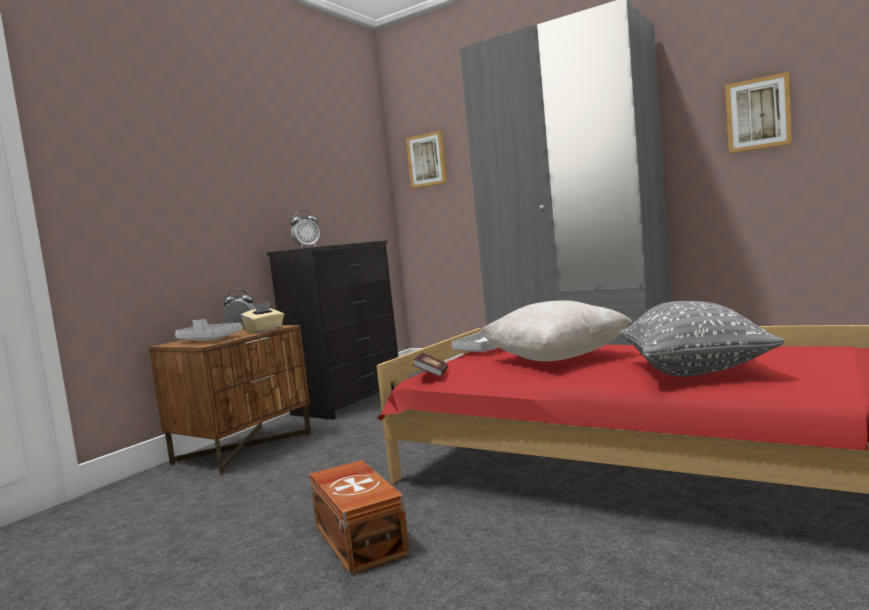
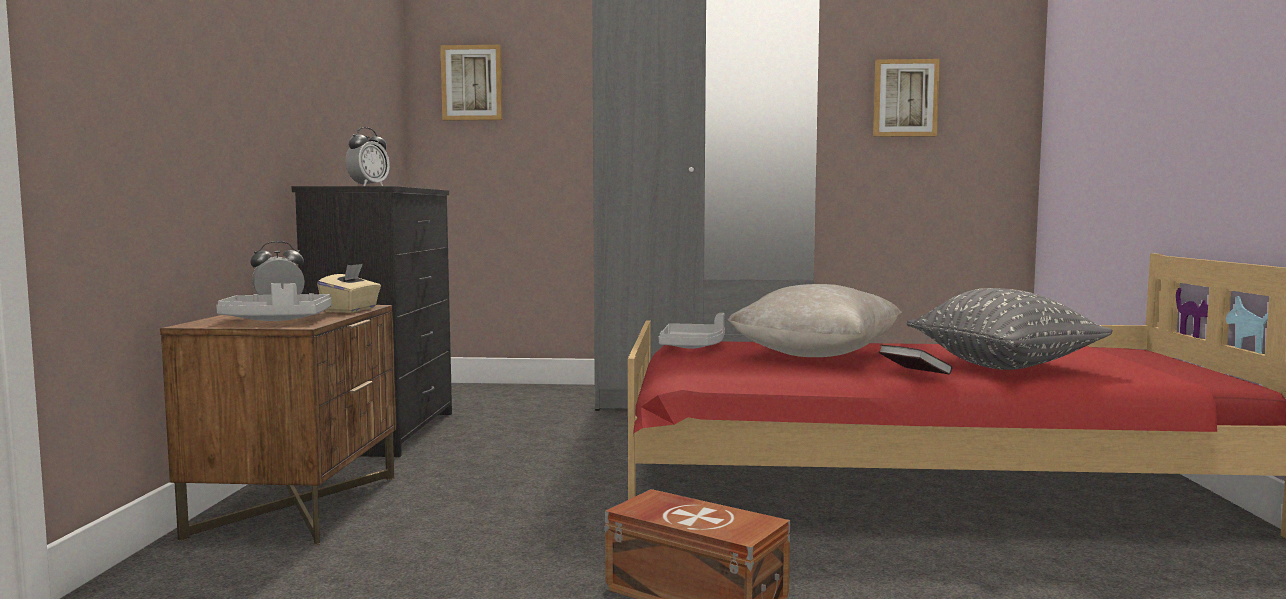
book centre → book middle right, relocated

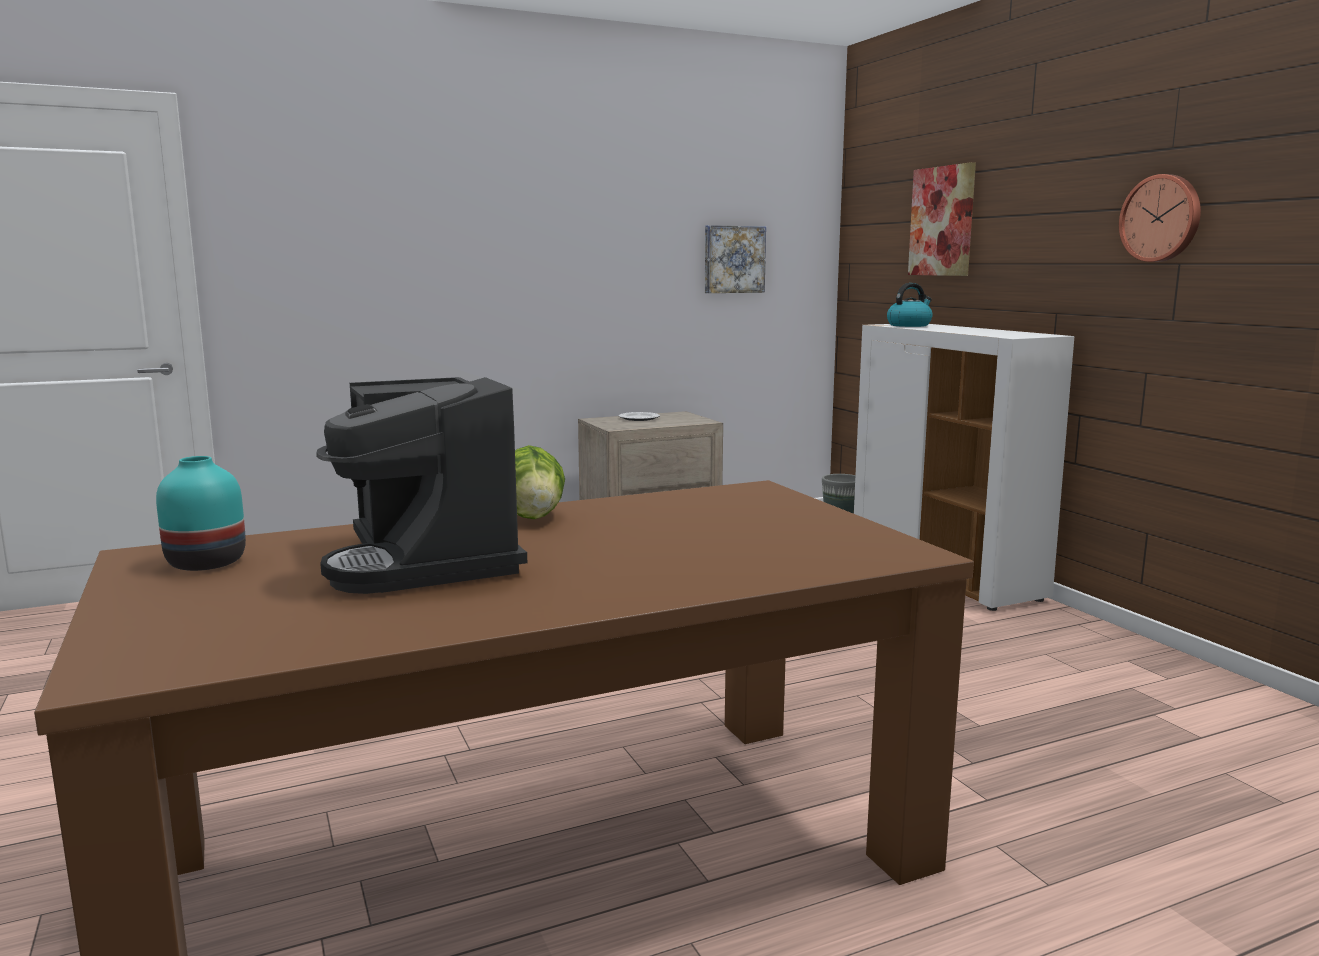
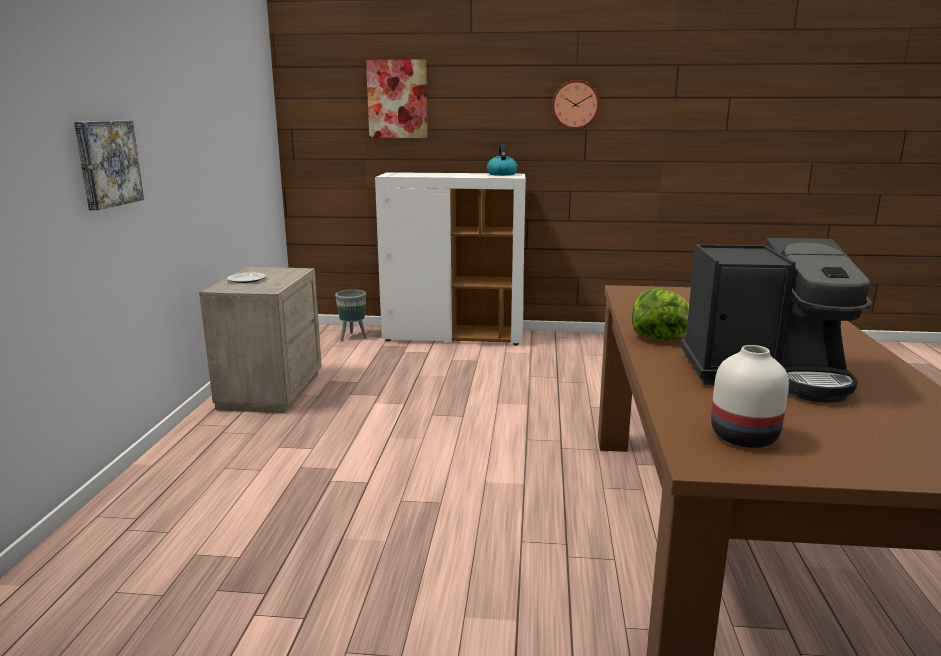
picture (no. 1 from left) top centre → picture (no. 1 from left) top left, relocated
kettle top right → kettle top centre, relocated
turquoise vase middle left → white vase middle right

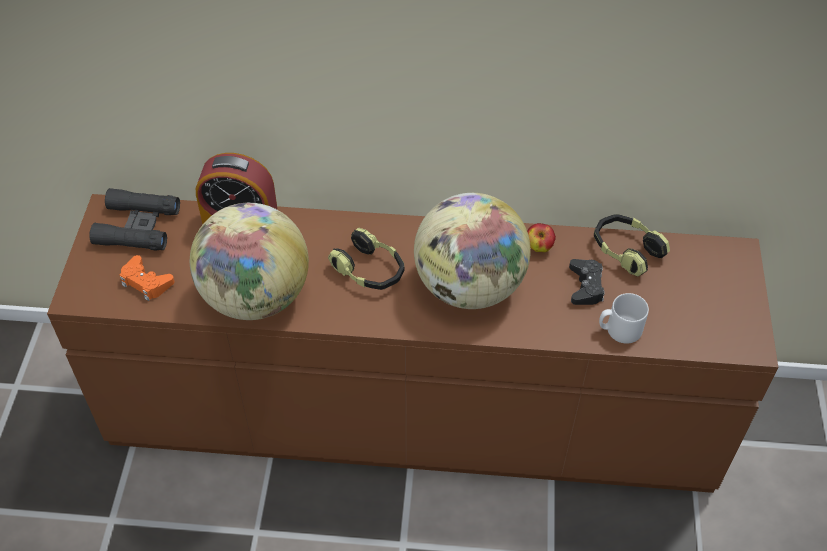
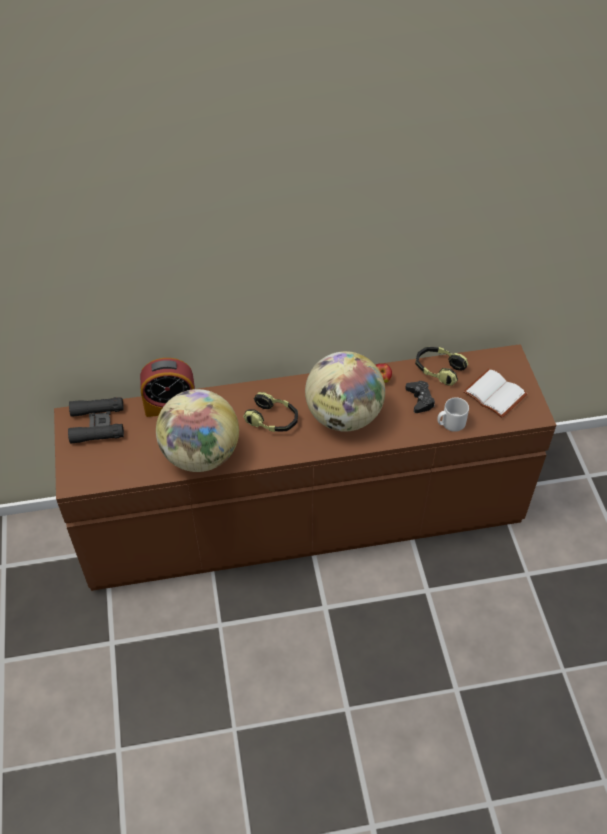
orange game controller middle left → -
- → white book middle right

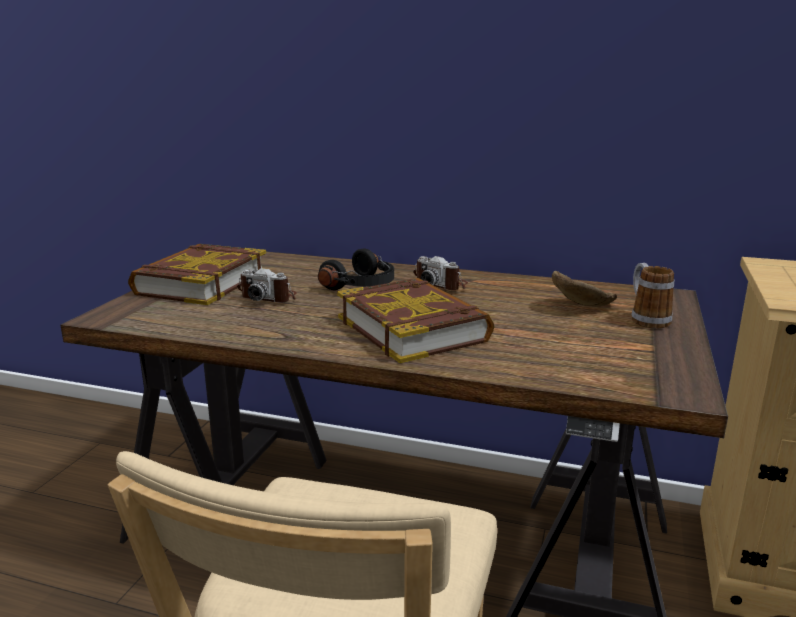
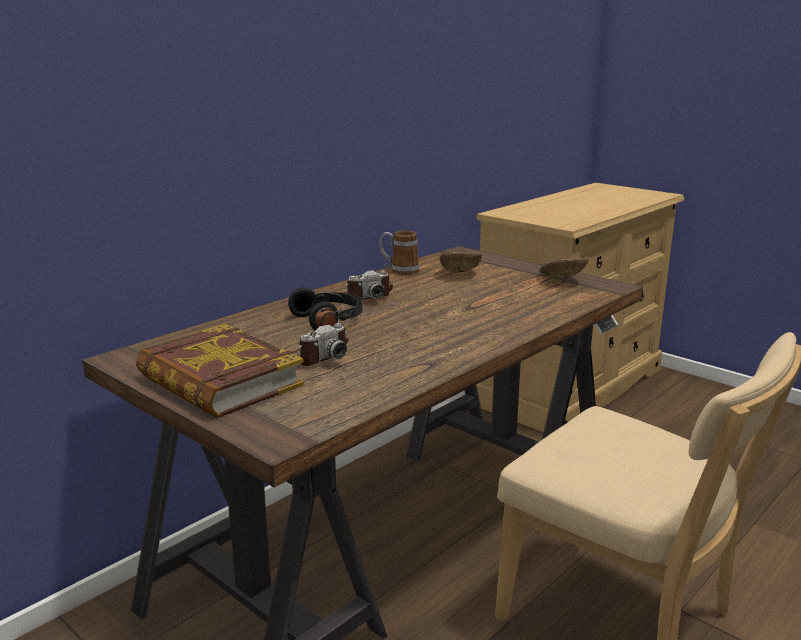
book (no. 2 from left) centre → -
- → brown bowl (no. 2 from left) middle right
mug middle right → mug centre, relocated

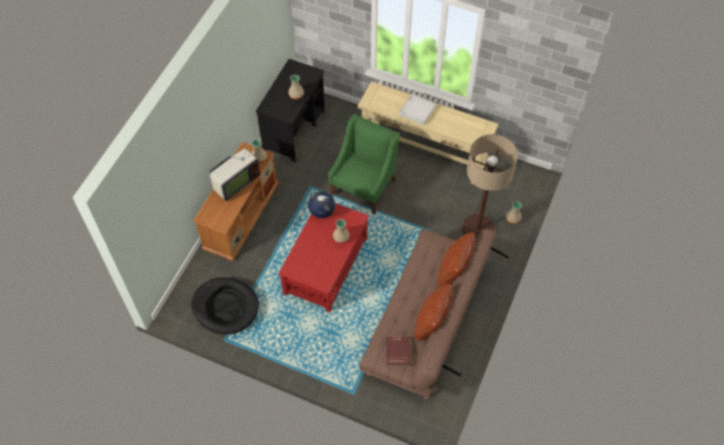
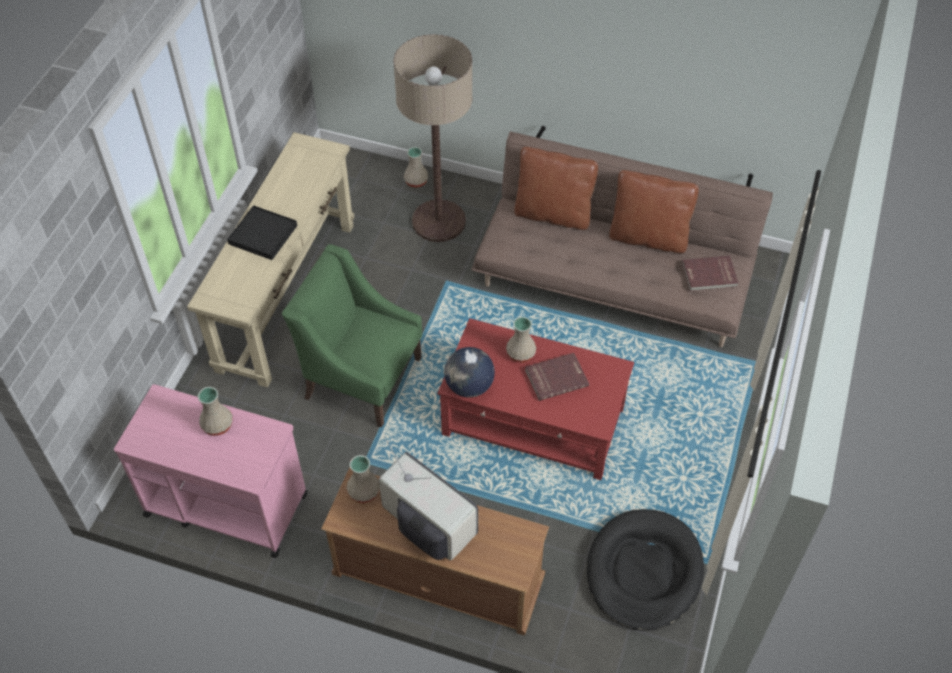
- → red book (no. 1 from left) centre
black cart top centre → pink cart bottom left
white tray top centre → black tray middle left

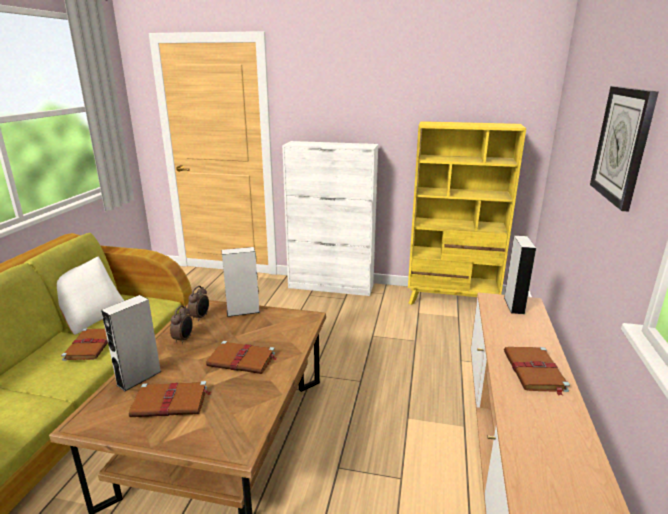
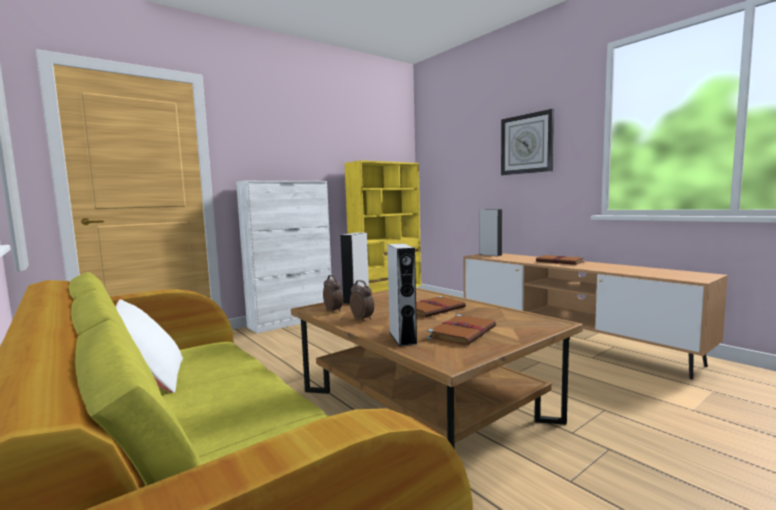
brown book (no. 1 from left) bottom left → -

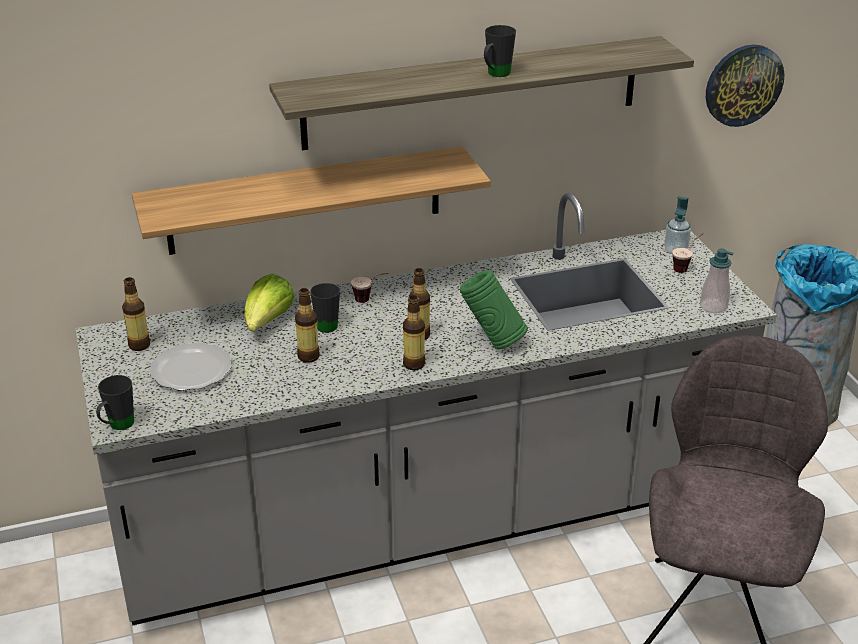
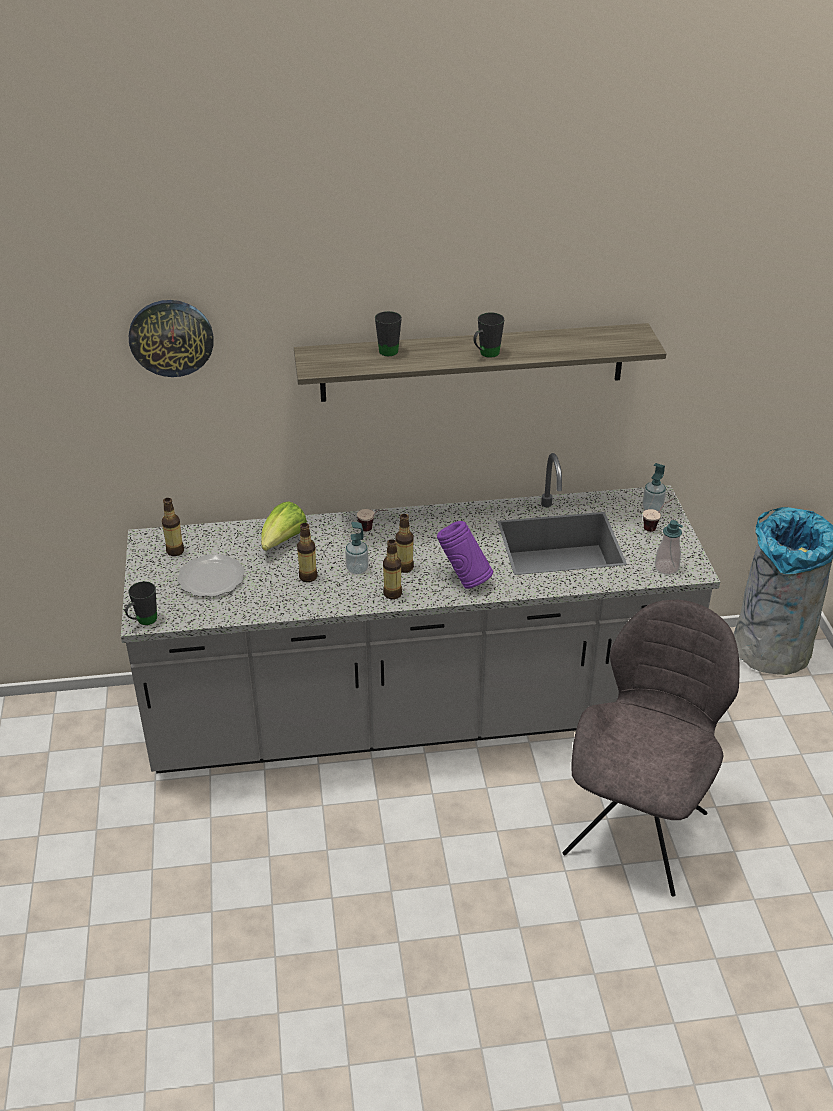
shelf (no. 1 from left) top centre → -
- → soap dispenser (no. 1 from left) centre
black mug (no. 2 from left) centre → black mug (no. 2 from left) top centre, relocated
wall clock top right → wall clock top left, relocated
green vase centre → purple vase centre

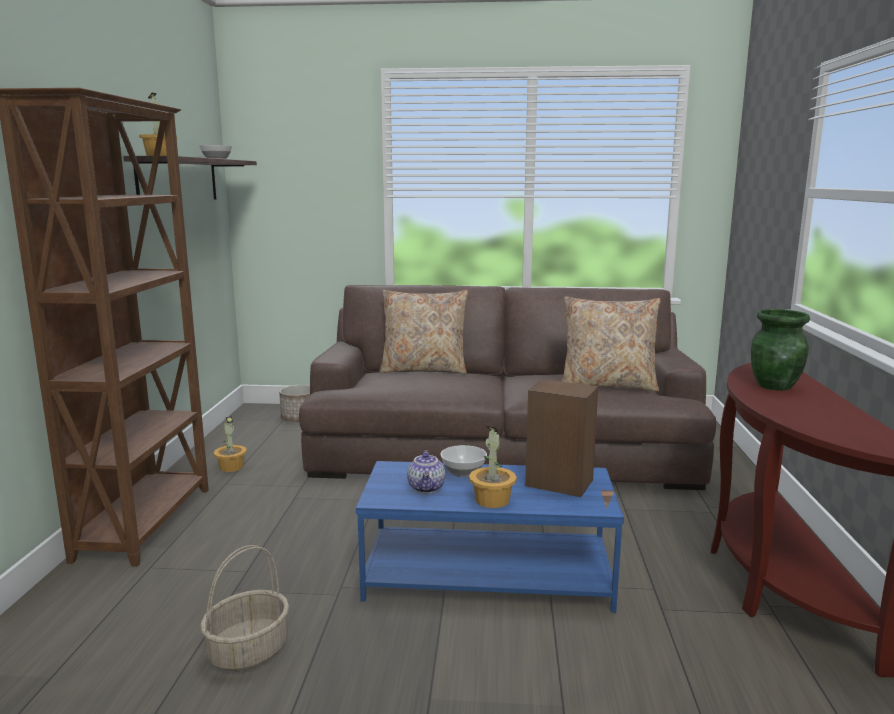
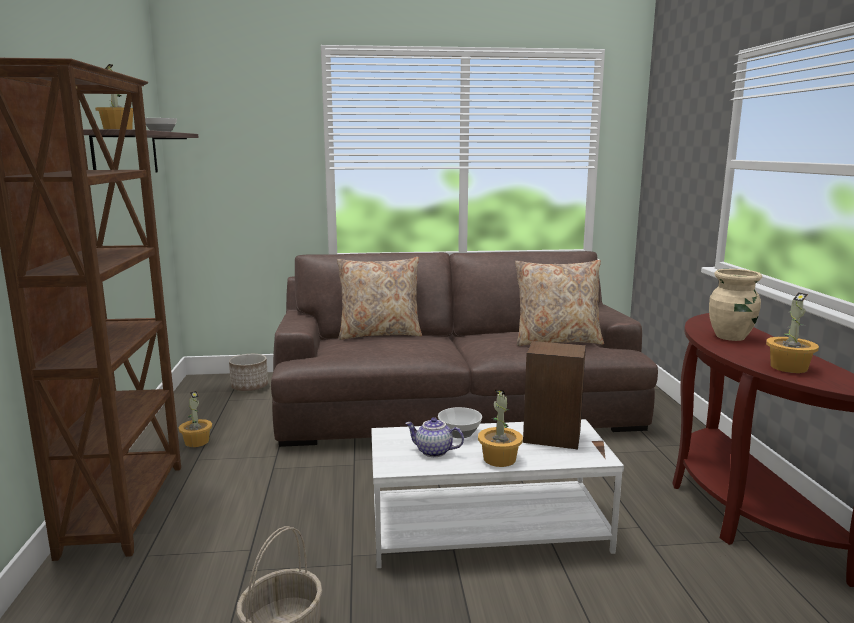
- → potted plant (no. 4 from left) middle right
blue coffee table bottom centre → white coffee table bottom centre
green vase middle right → beige vase middle right
teapot centre → teapot bottom centre, 120 degrees clockwise

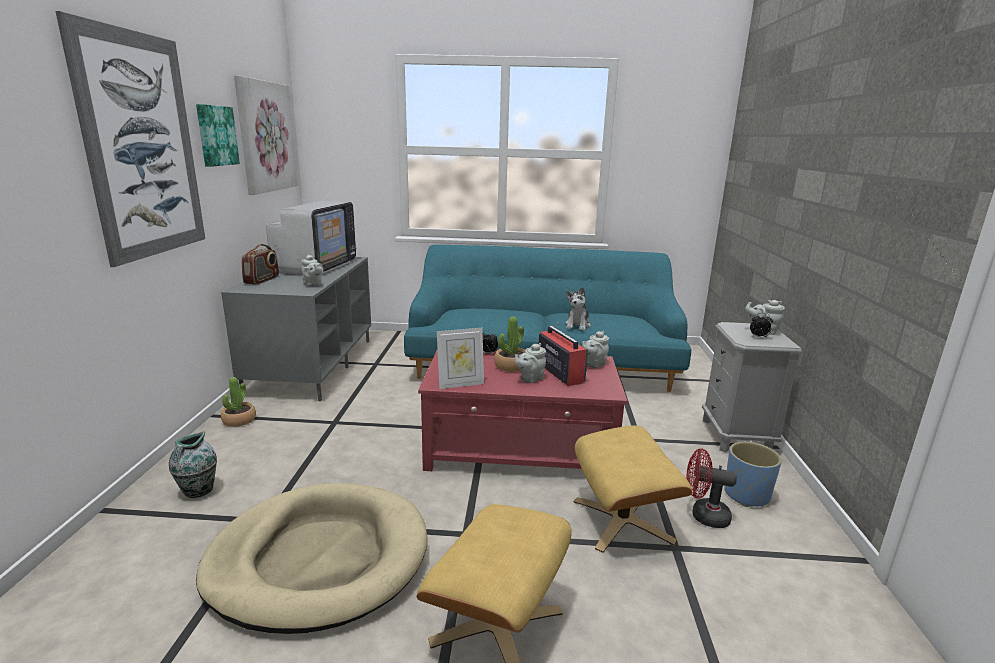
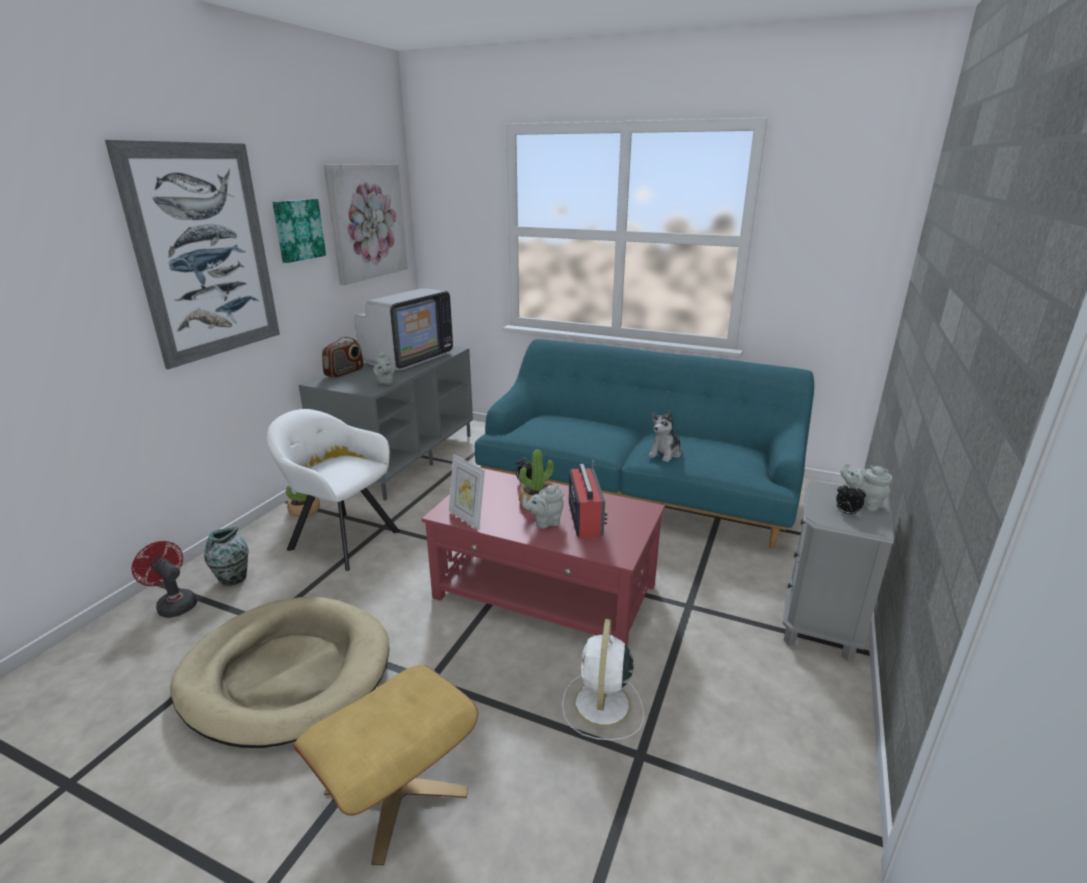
grey teapot (no. 3 from left) centre → -
blue planter bottom right → -
- → white armchair middle left
red fan bottom right → red fan middle left, relocated
beige ottoman (no. 2 from left) bottom centre → white fan bottom centre
picture frame centre, 45 degrees clockwise

